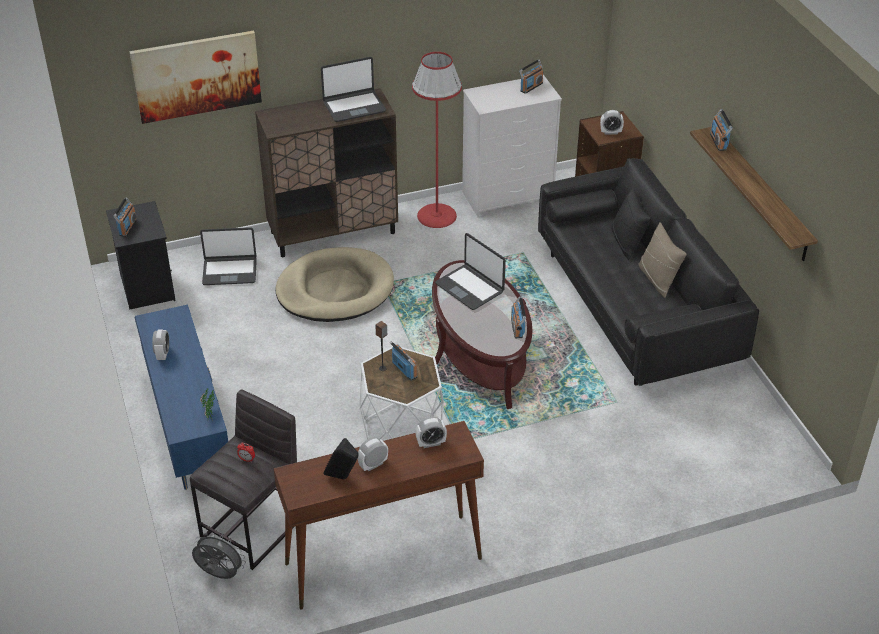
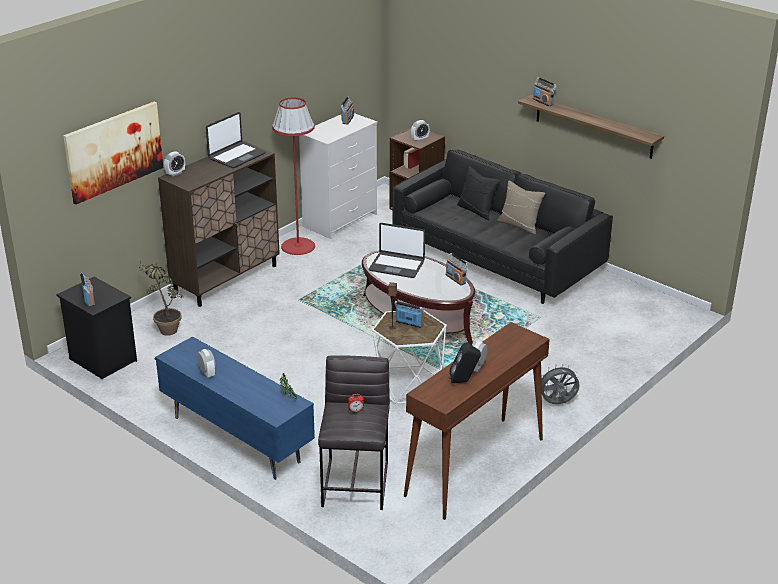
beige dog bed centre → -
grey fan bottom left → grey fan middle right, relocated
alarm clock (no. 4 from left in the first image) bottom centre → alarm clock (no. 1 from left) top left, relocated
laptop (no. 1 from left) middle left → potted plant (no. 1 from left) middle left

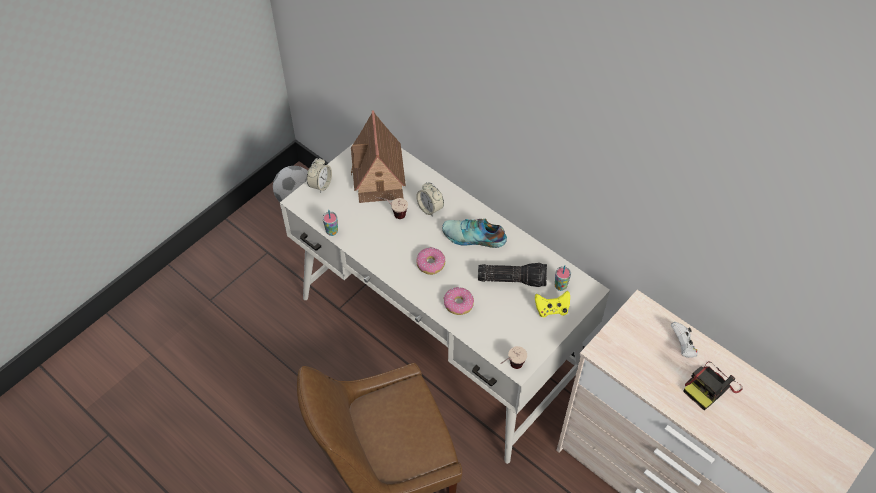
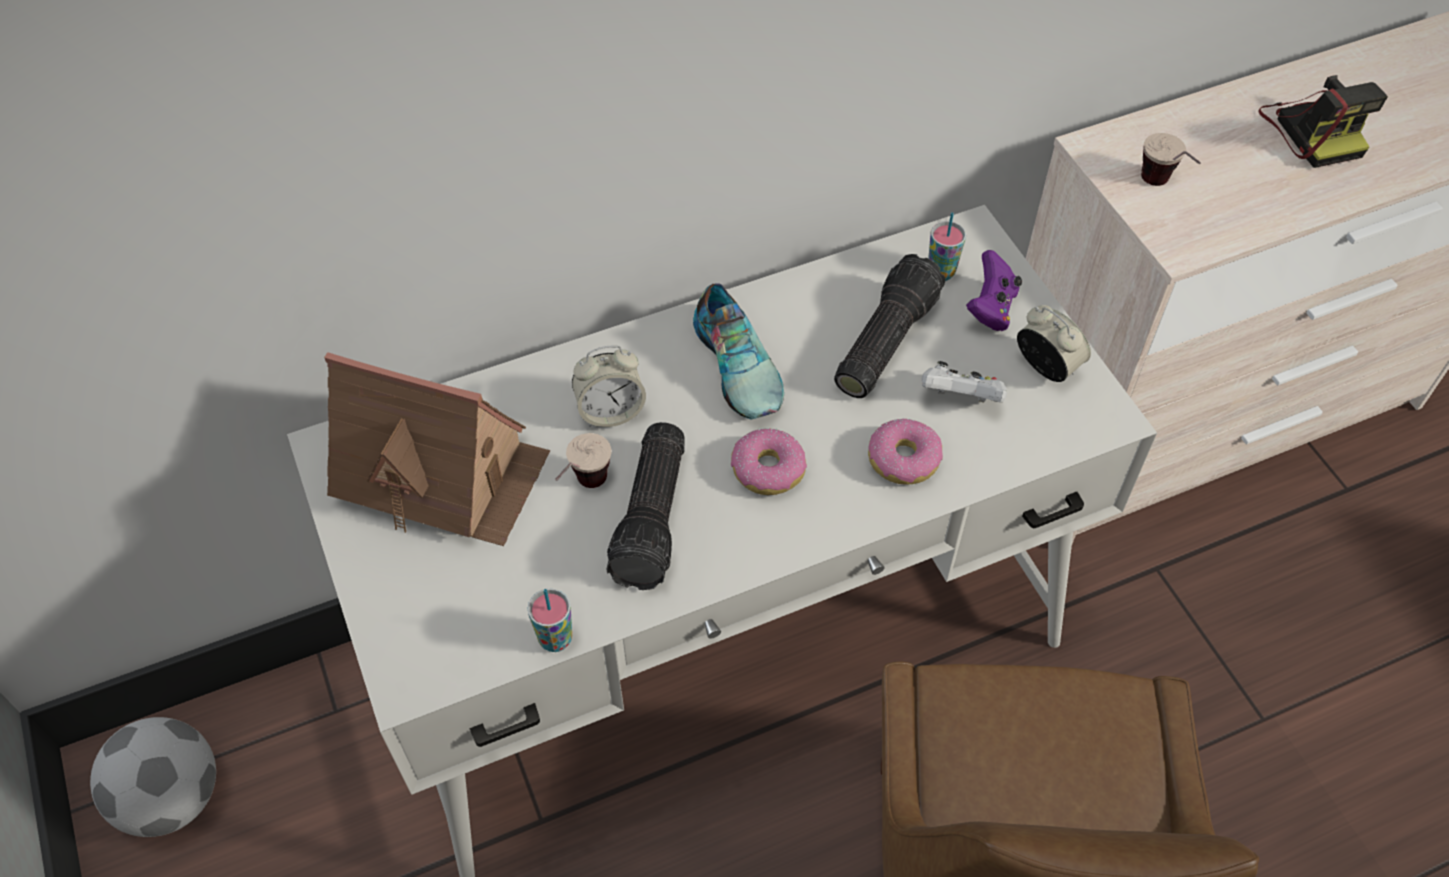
- → flashlight (no. 1 from left) centre
alarm clock (no. 1 from left in the first image) centre → alarm clock (no. 2 from left) middle right, relocated
cup (no. 3 from left in the first image) bottom centre → cup (no. 4 from left) top right, relocated
white game controller bottom right → white game controller centre, relocated
yellow game controller centre → purple game controller top right
shoe centre, 60 degrees counterclockwise

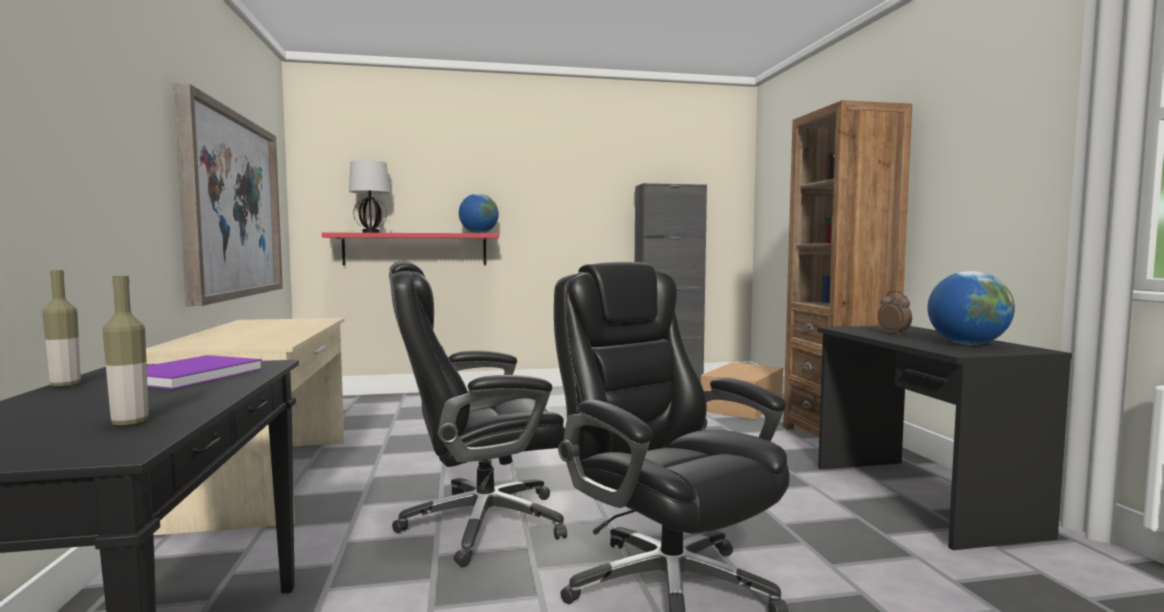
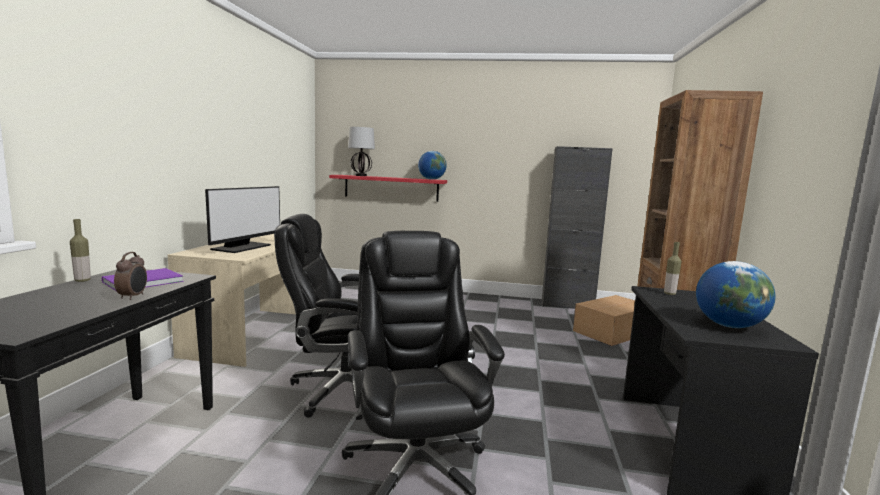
picture top left → -
- → monitor middle left
bottle (no. 2 from left) middle left → bottle (no. 2 from left) middle right, relocated
alarm clock middle right → alarm clock middle left, relocated

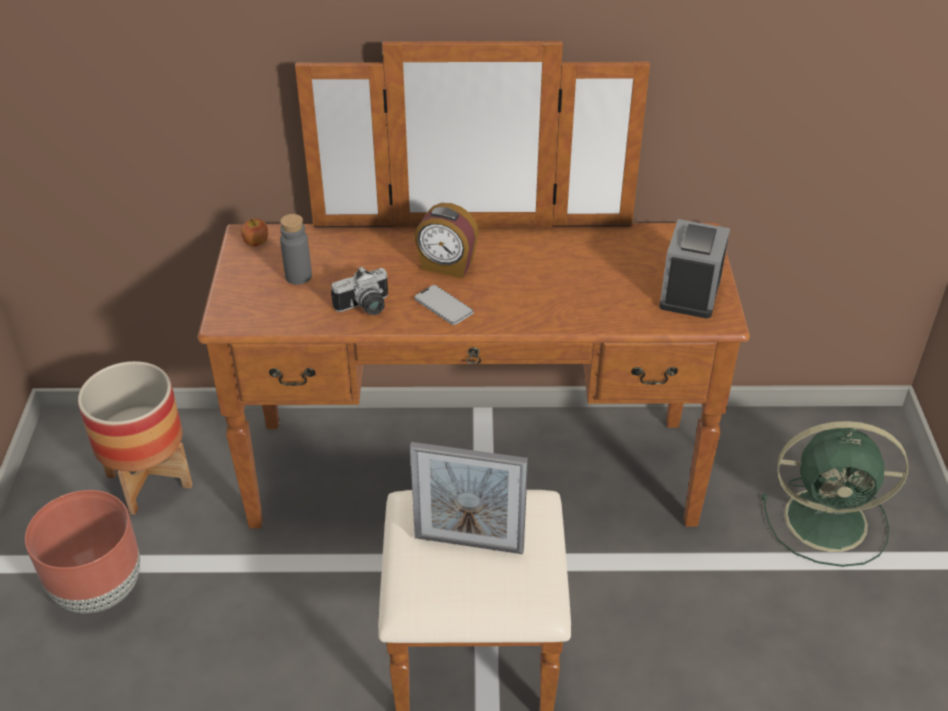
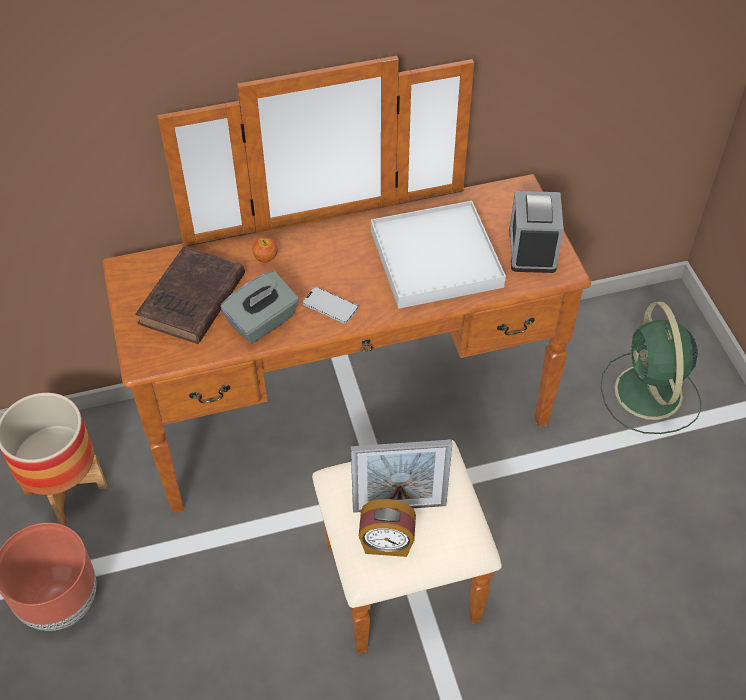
- → white tray centre
apple top left → apple centre, relocated
alarm clock (no. 1 from left) centre → alarm clock (no. 1 from left) bottom centre, relocated
grey bottle middle left → brown book middle left
photo camera centre → grey tissue box centre
green fan bottom right → green fan middle right, 90 degrees clockwise

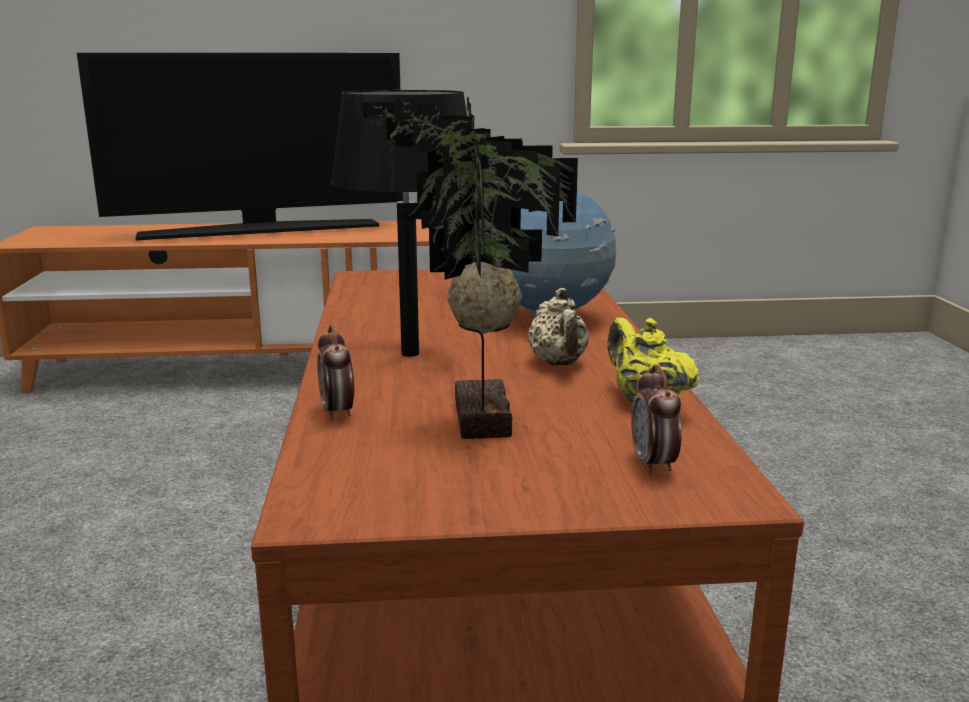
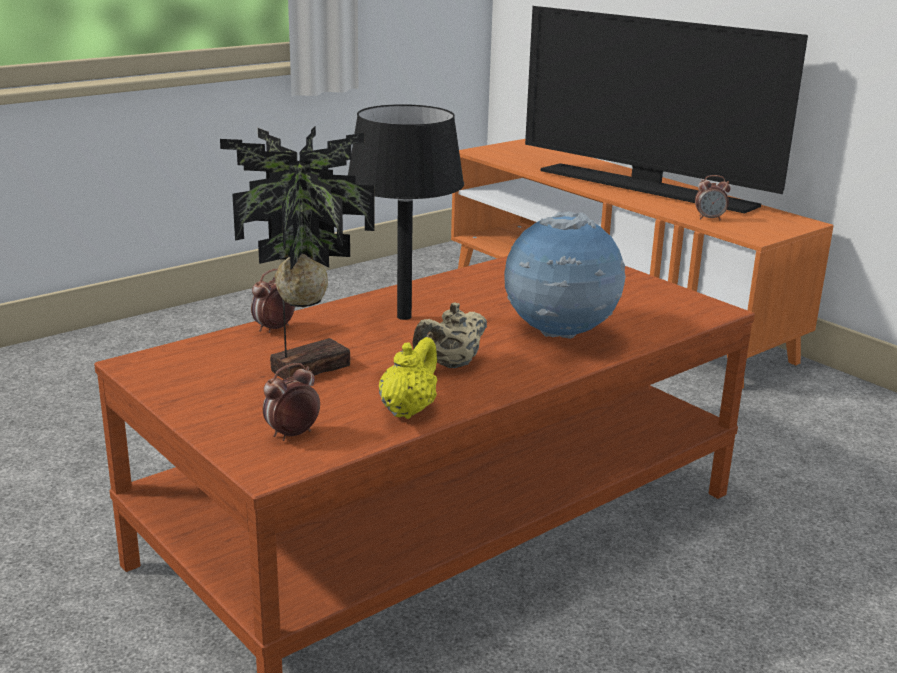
- → alarm clock (no. 3 from left) top right

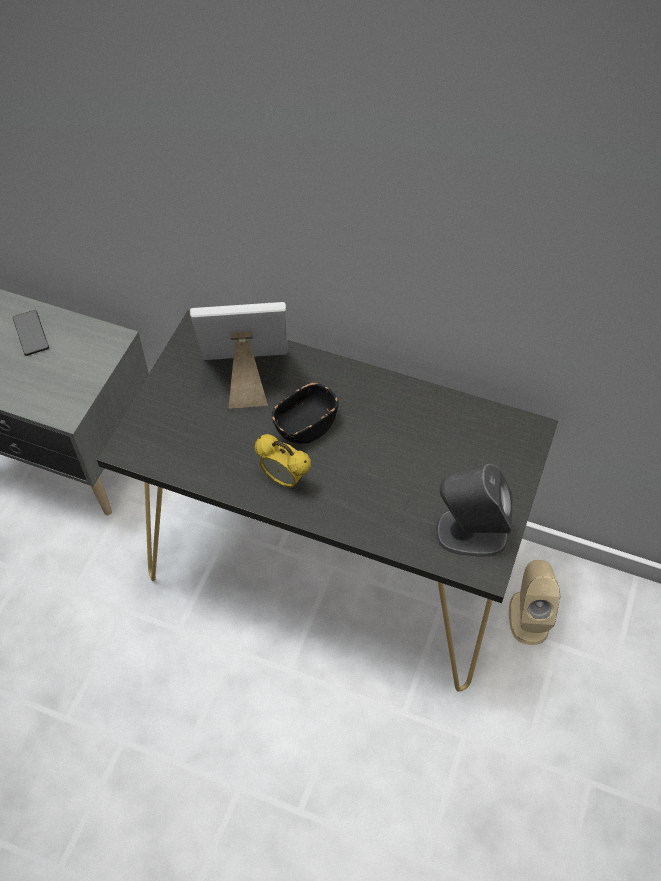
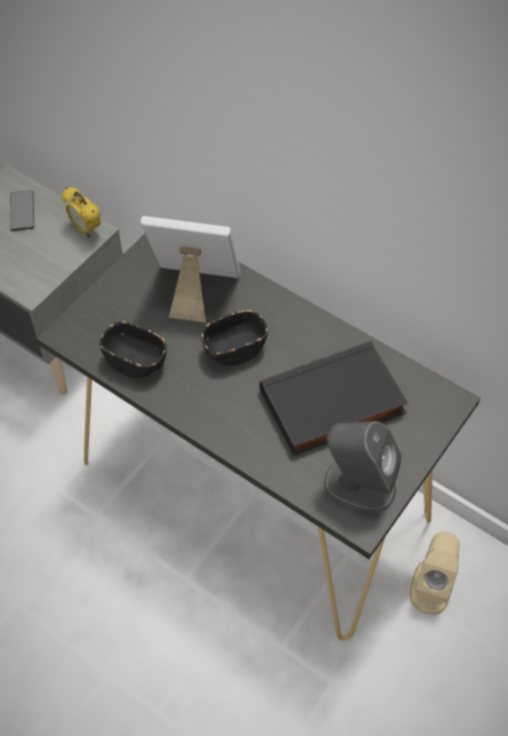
- → black bowl (no. 1 from left) middle left
- → black book centre
alarm clock centre → alarm clock top left, relocated

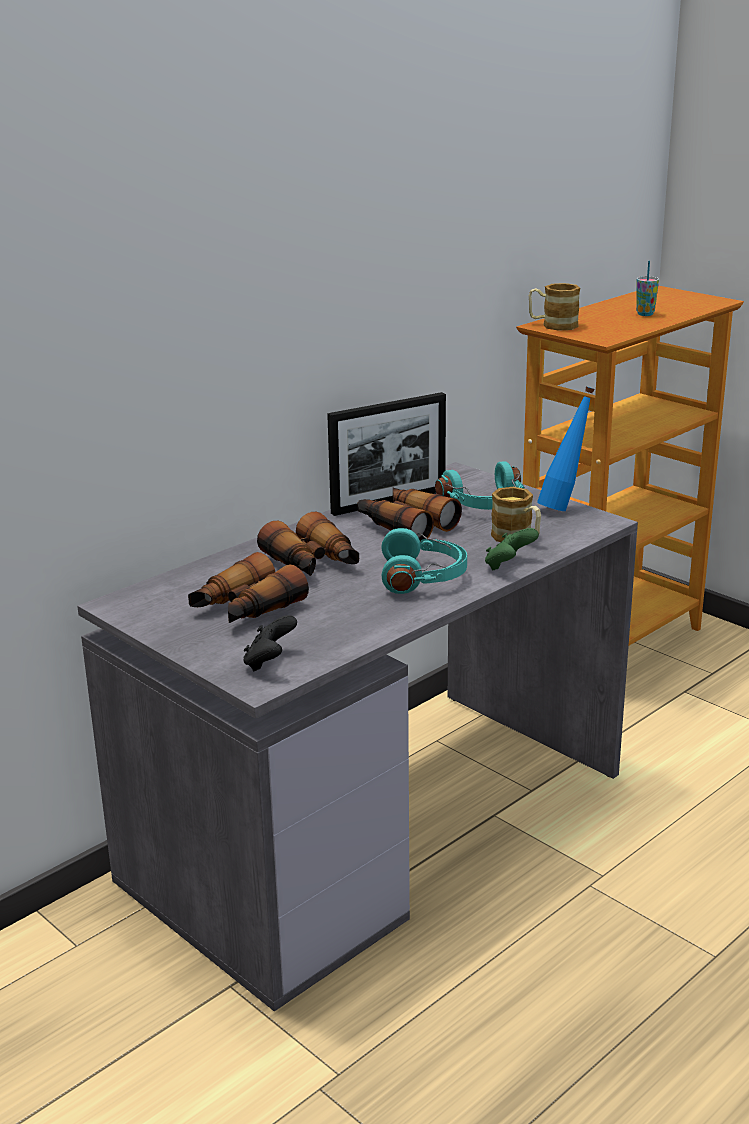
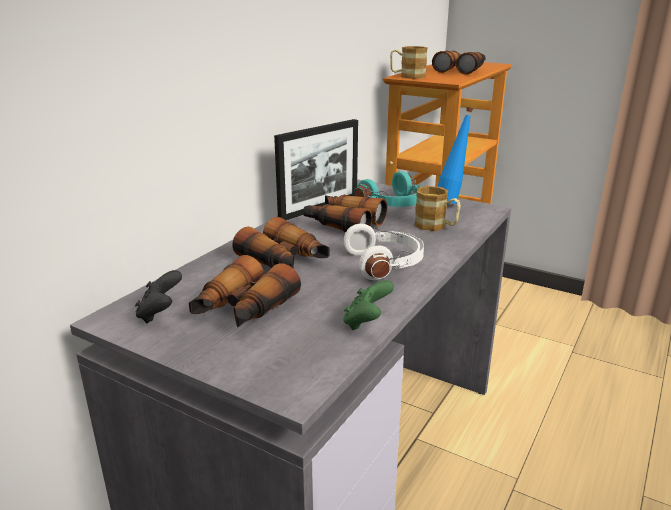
black game controller centre → black game controller middle left, relocated
green game controller middle right → green game controller centre, relocated
cup top right → binoculars (no. 4 from left) top right
turquoise headphones (no. 1 from left) centre → white headphones centre

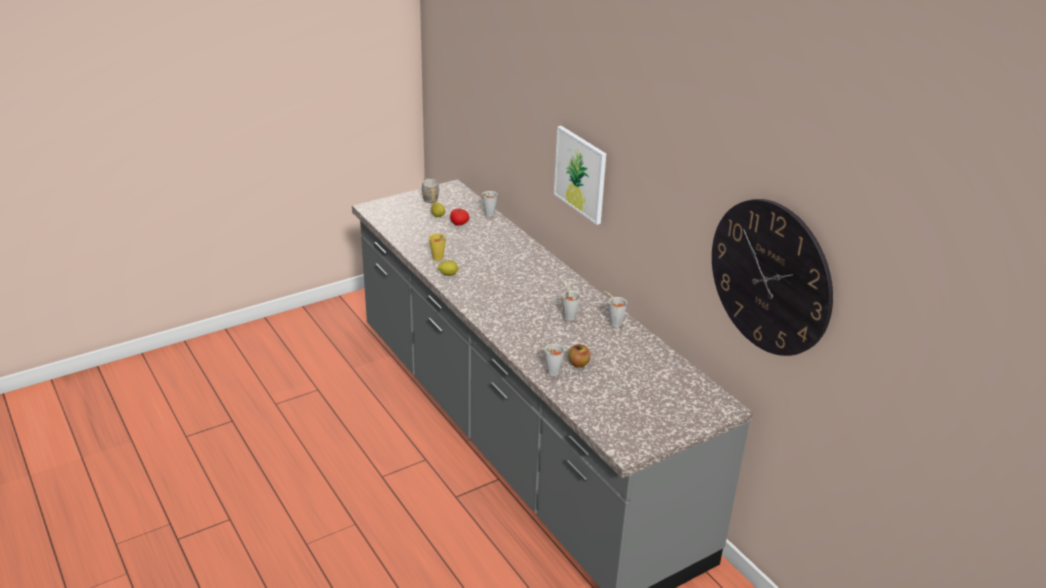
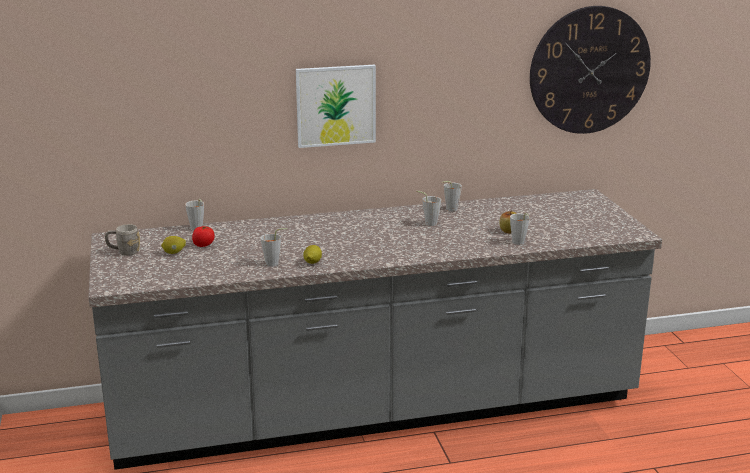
yellow cup centre → grey cup (no. 2 from left) centre

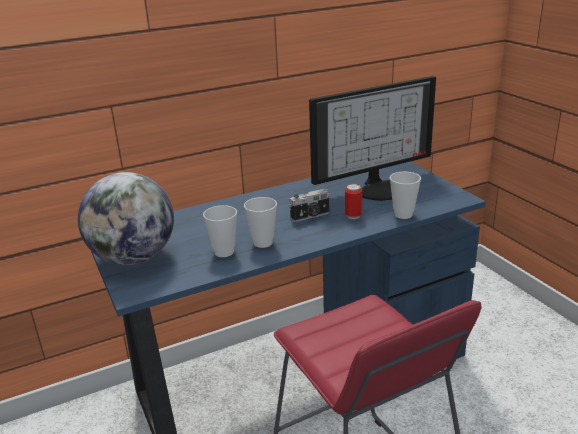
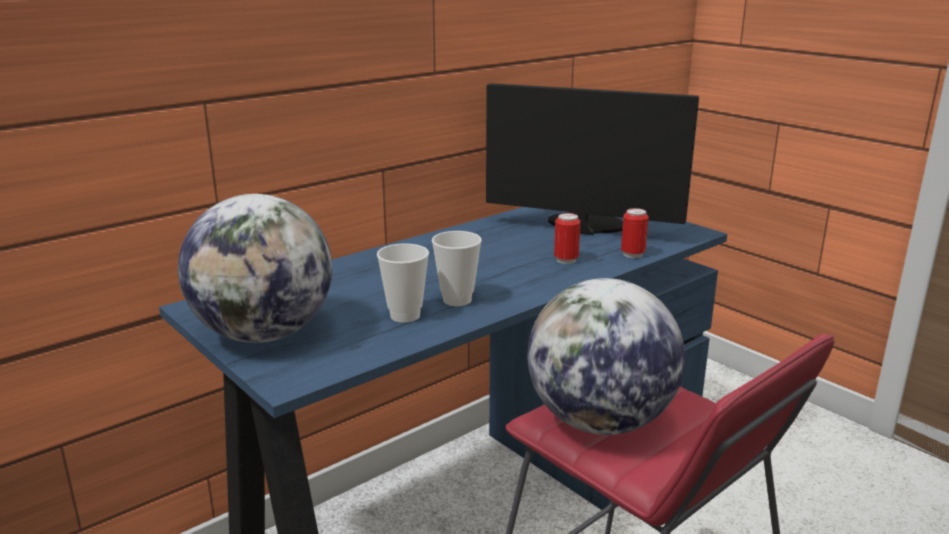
photo camera centre → -
- → globe (no. 2 from left) bottom centre
cup (no. 3 from left) middle right → can (no. 2 from left) middle right
monitor top centre, 120 degrees counterclockwise

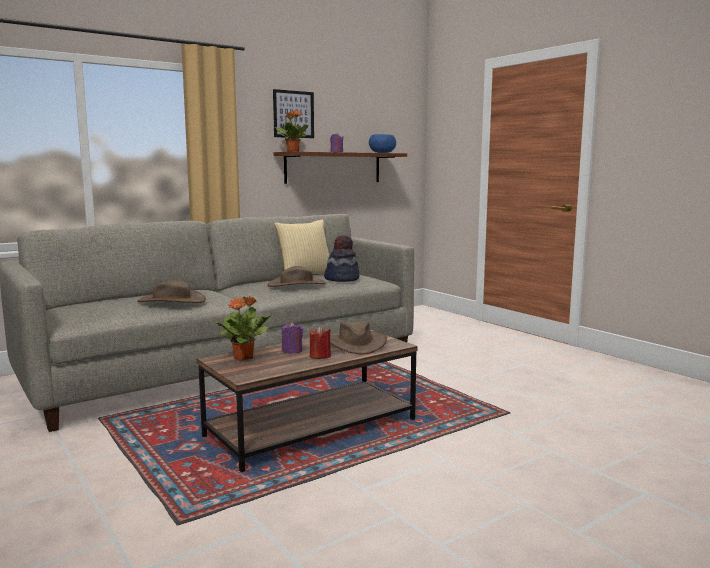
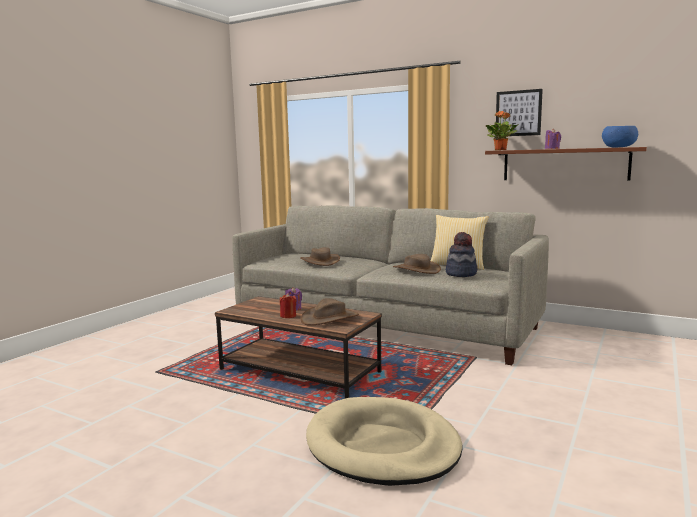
potted plant (no. 1 from left) centre → -
- → beige dog bed bottom centre

